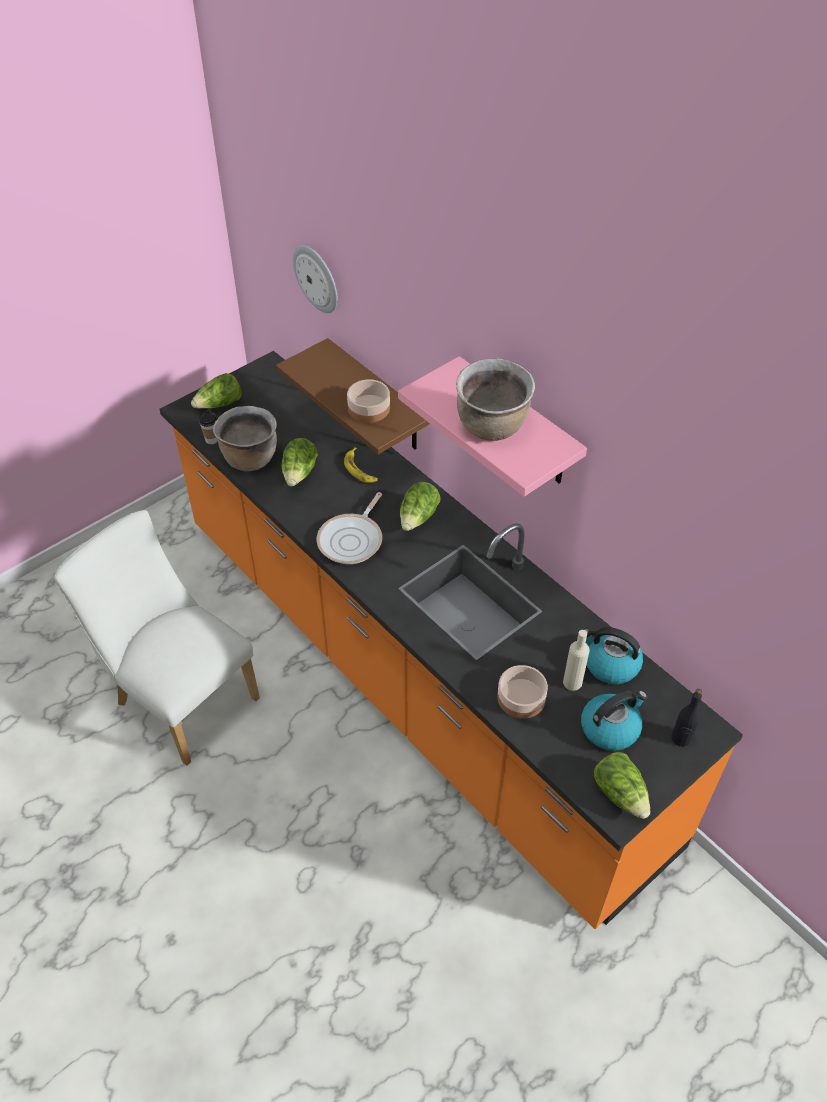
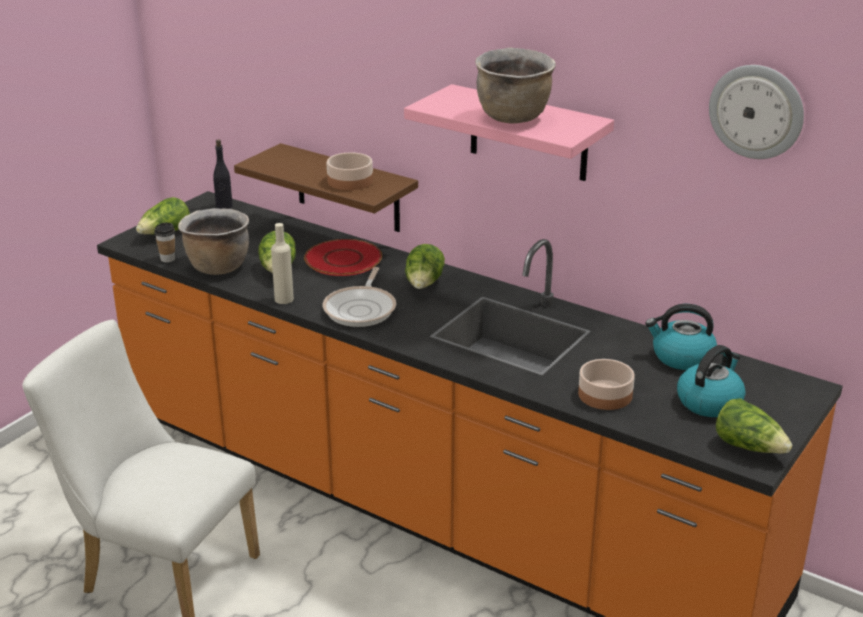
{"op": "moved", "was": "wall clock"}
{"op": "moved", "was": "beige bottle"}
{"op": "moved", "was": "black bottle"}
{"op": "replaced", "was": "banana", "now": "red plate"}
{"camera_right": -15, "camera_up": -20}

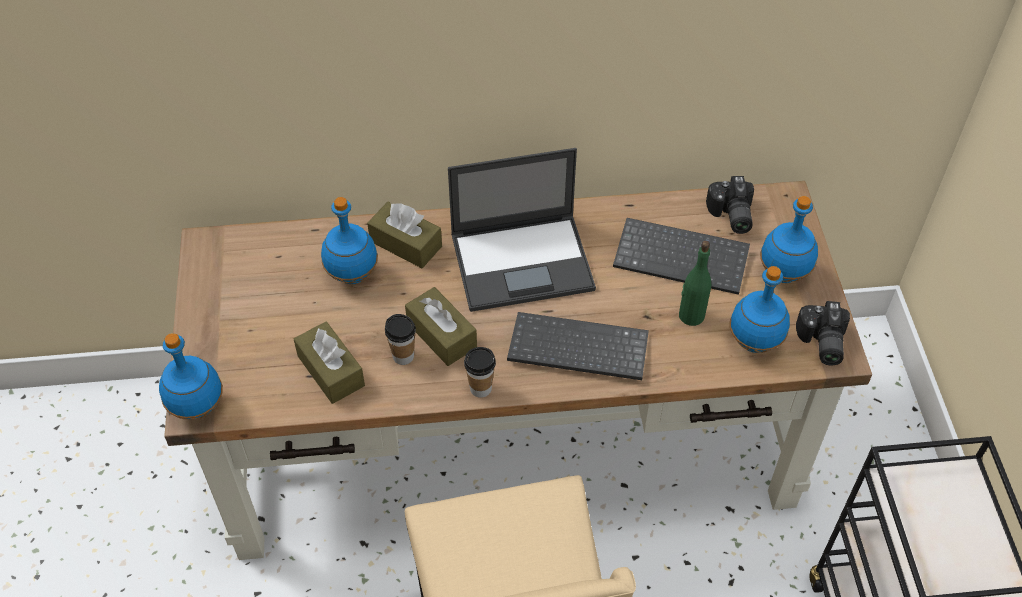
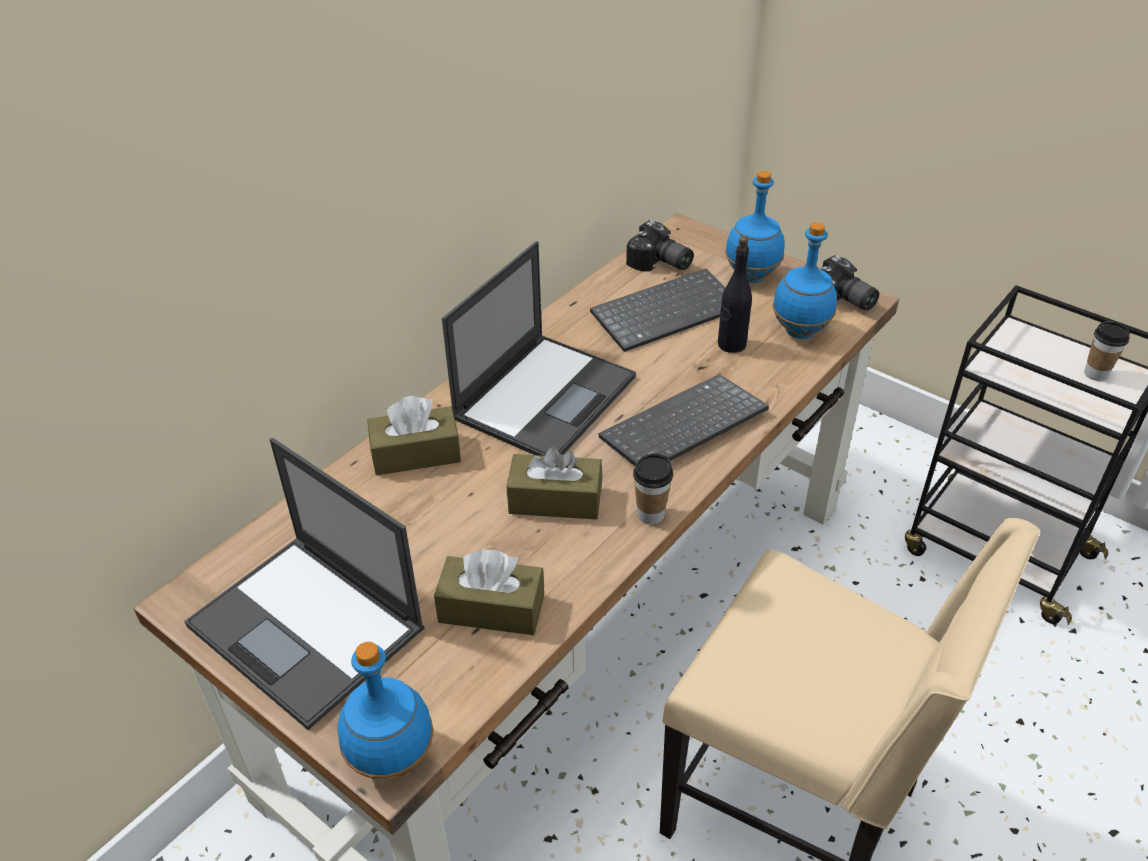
{"op": "removed", "was": "blue bottle (2nd from left)"}
{"op": "added", "now": "laptop (1st from left)"}
{"op": "moved", "was": "cup (1st from left in the first image)", "now": "cup (2nd from left)"}
{"op": "recoloured", "was": "green bottle", "now": "black bottle"}
{"camera_right": -45, "camera_up": -10}

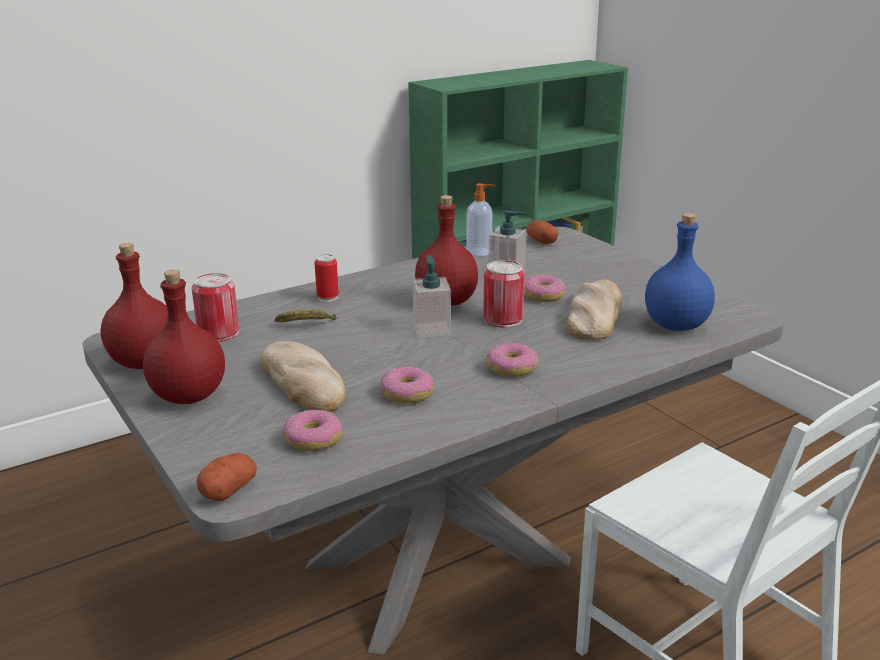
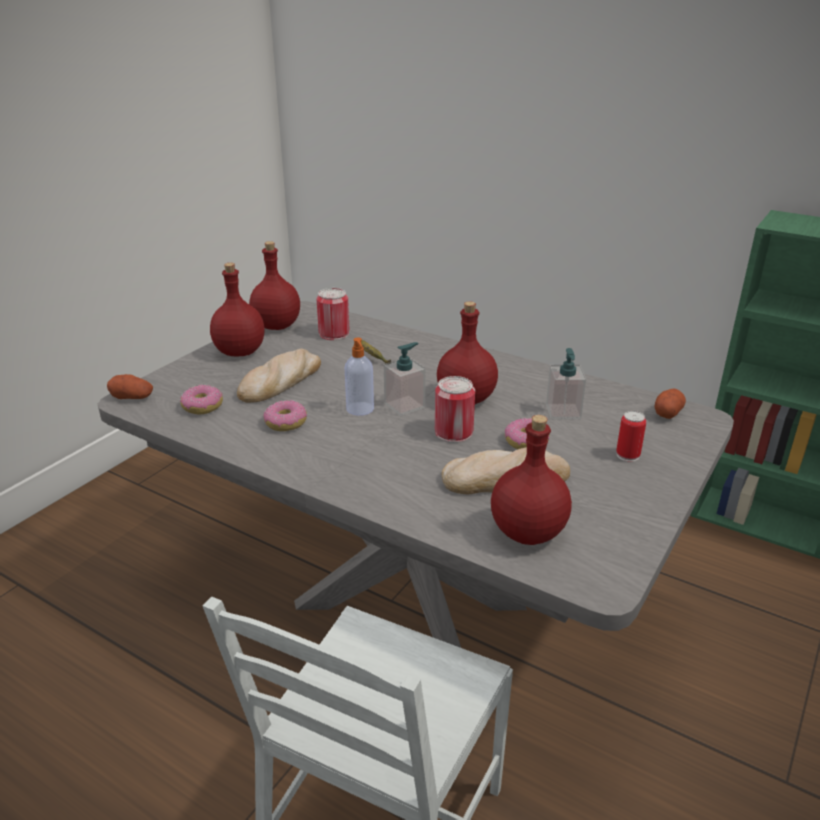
{"op": "removed", "was": "donut (3rd from left)"}
{"op": "moved", "was": "can (2nd from left in the first image)", "now": "can (3rd from left)"}
{"op": "moved", "was": "soap dispenser (2nd from left in the first image)", "now": "soap dispenser (1st from left)"}
{"op": "recoloured", "was": "blue bottle", "now": "red bottle (4th from left)"}
{"camera_right": 65, "camera_up": 5}

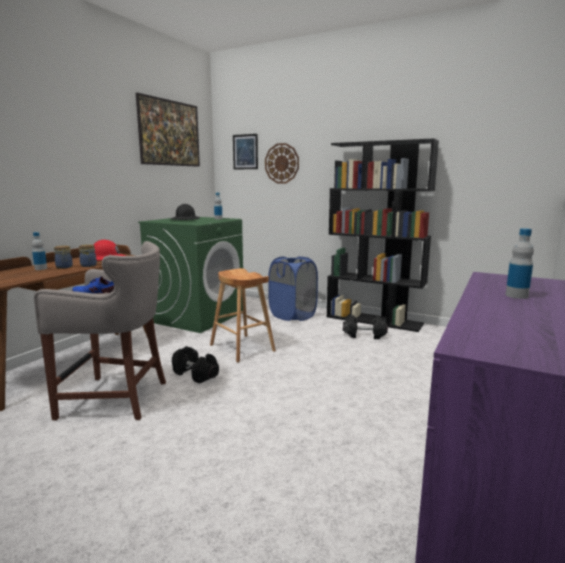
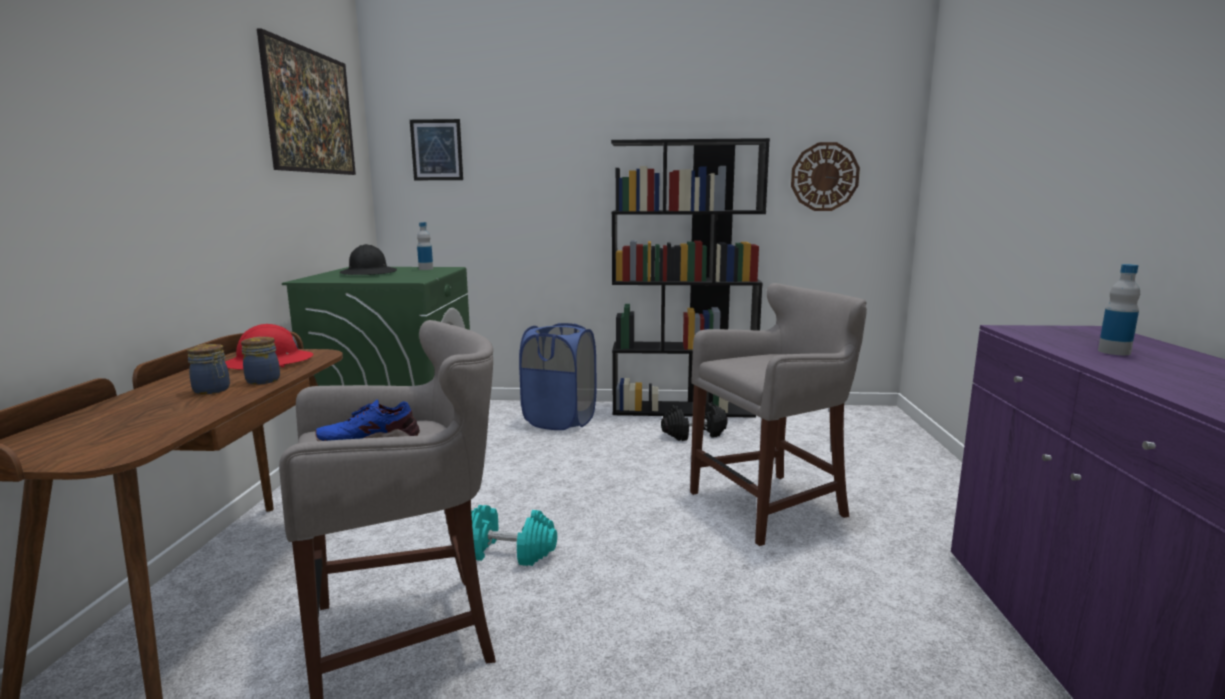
{"op": "removed", "was": "bottle (1st from left)"}
{"op": "removed", "was": "brown stool"}
{"op": "added", "now": "grey stool (2nd from left)"}
{"op": "moved", "was": "wall clock"}
{"op": "recoloured", "was": "black dumbbell (1st from left)", "now": "turquoise dumbbell"}
{"camera_right": -25, "camera_up": 0}

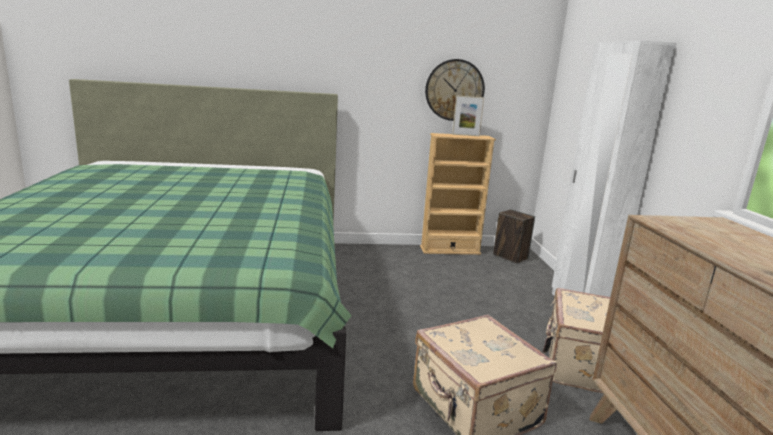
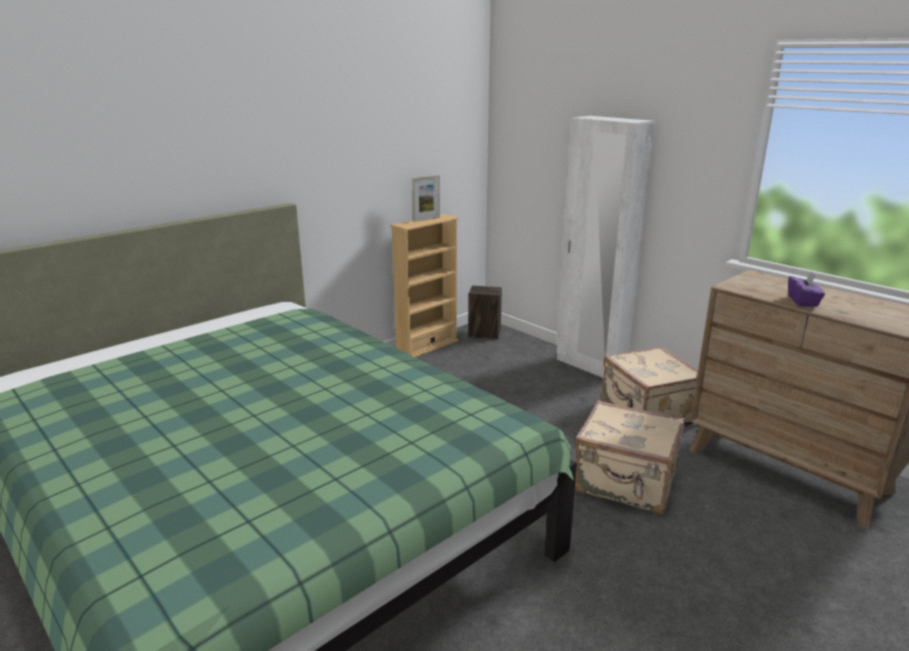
{"op": "removed", "was": "wall clock"}
{"op": "added", "now": "purple tissue box"}
{"camera_right": -35, "camera_up": 5}

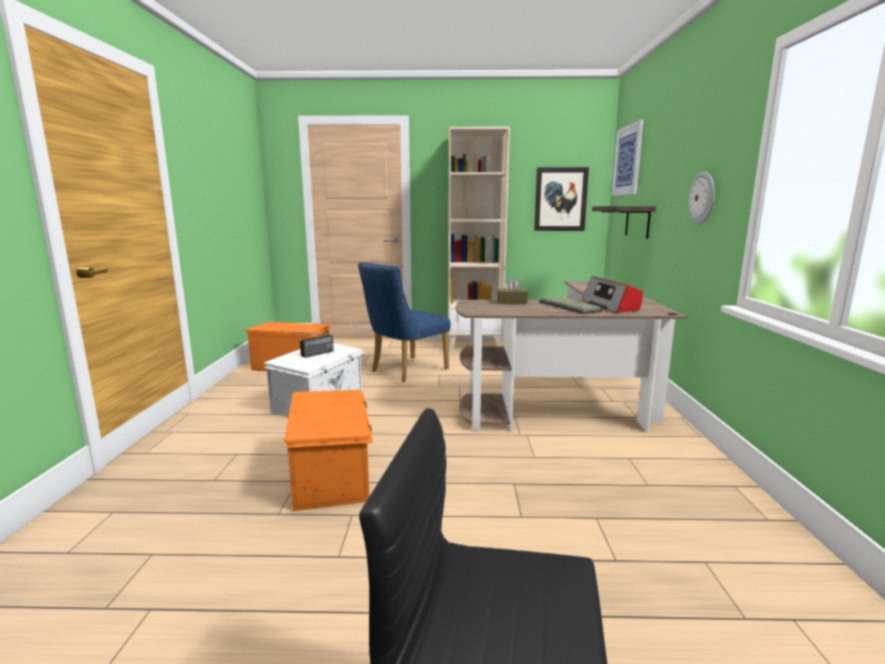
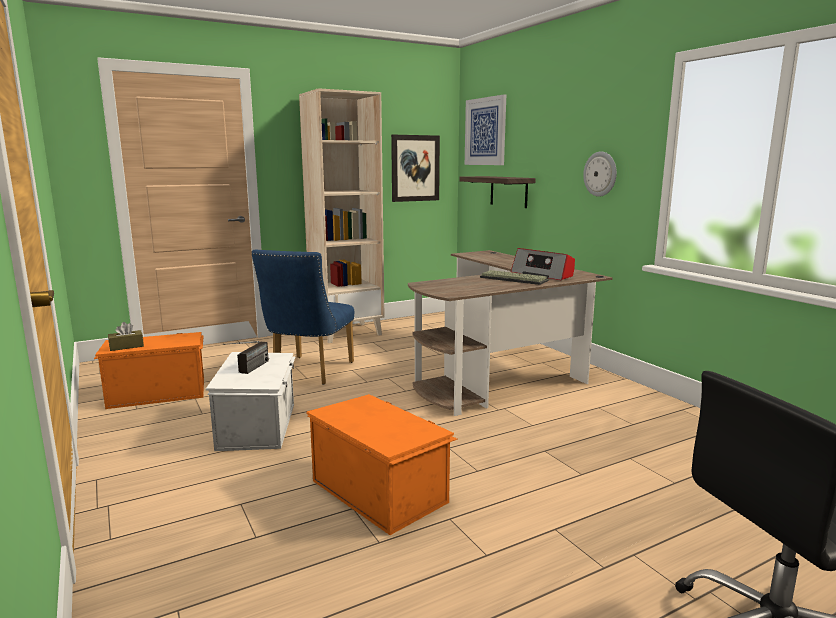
{"op": "moved", "was": "brown tissue box"}
{"camera_right": -30, "camera_up": 0}

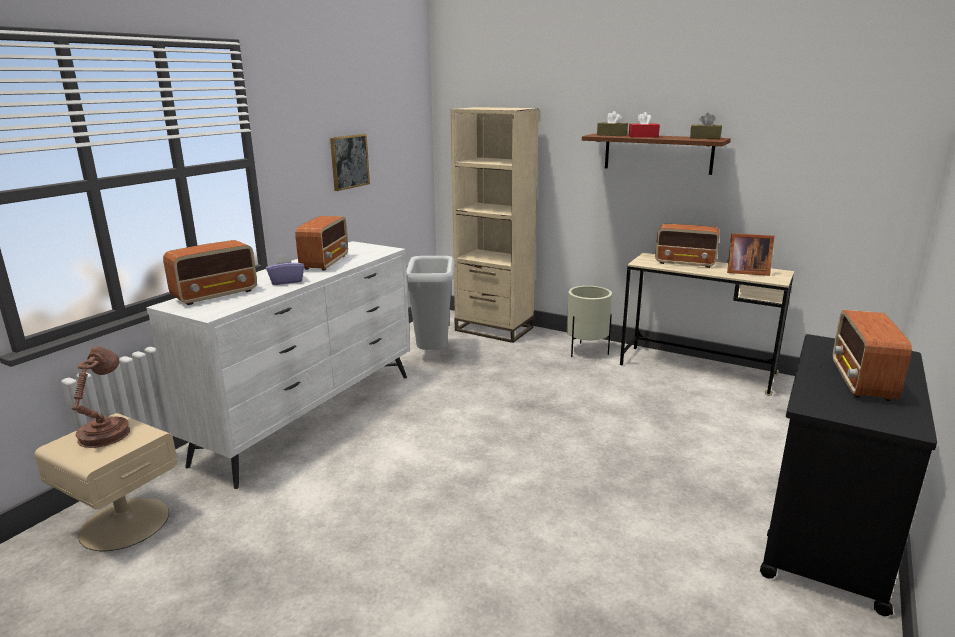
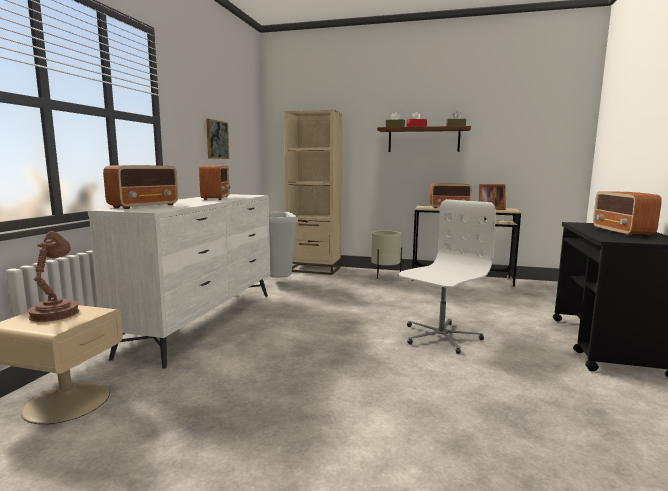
{"op": "removed", "was": "purple tissue box"}
{"op": "added", "now": "white office chair"}
{"camera_right": -15, "camera_up": -10}

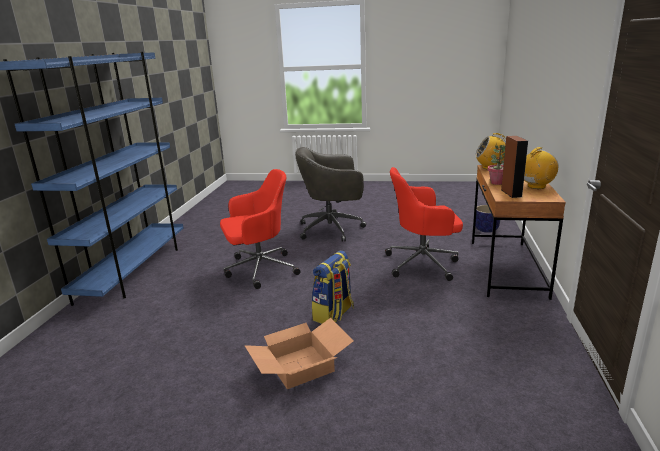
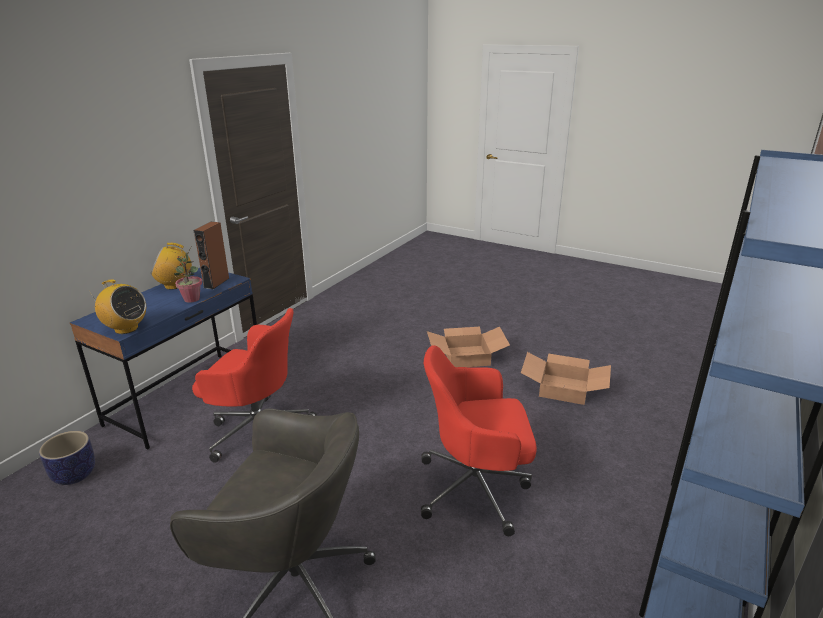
{"op": "removed", "was": "backpack"}
{"op": "added", "now": "cardboard box (2nd from left)"}
{"op": "recoloured", "was": "brown desk", "now": "blue desk"}
{"camera_right": -160, "camera_up": 5}

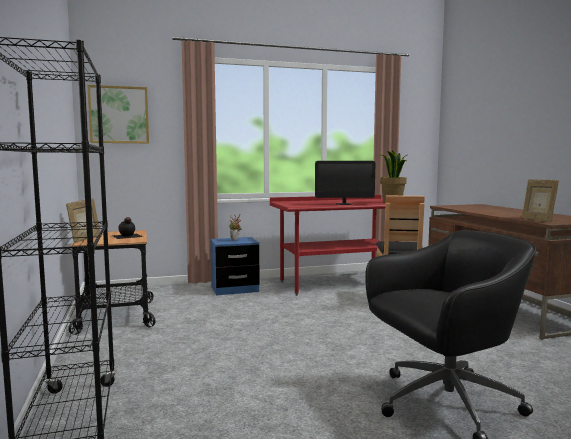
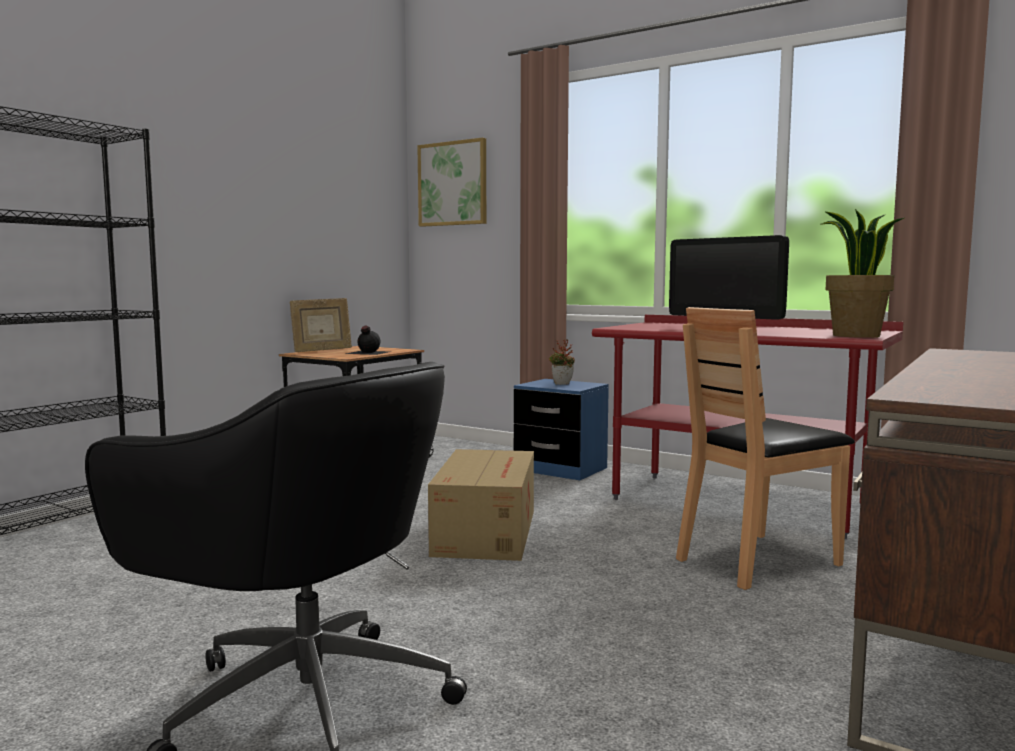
{"op": "removed", "was": "picture frame (2nd from left)"}
{"op": "added", "now": "cardboard box"}
{"camera_right": 50, "camera_up": 0}

